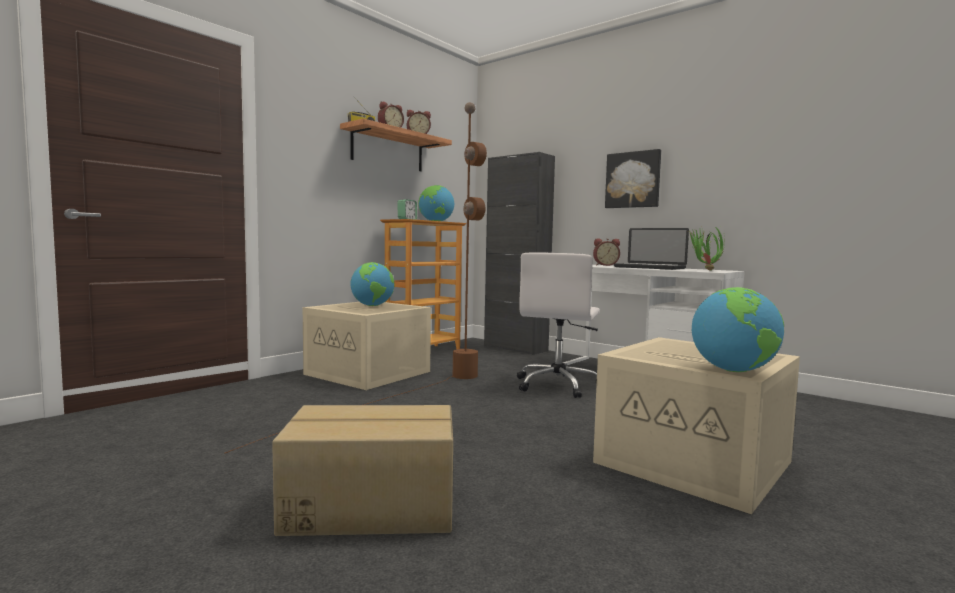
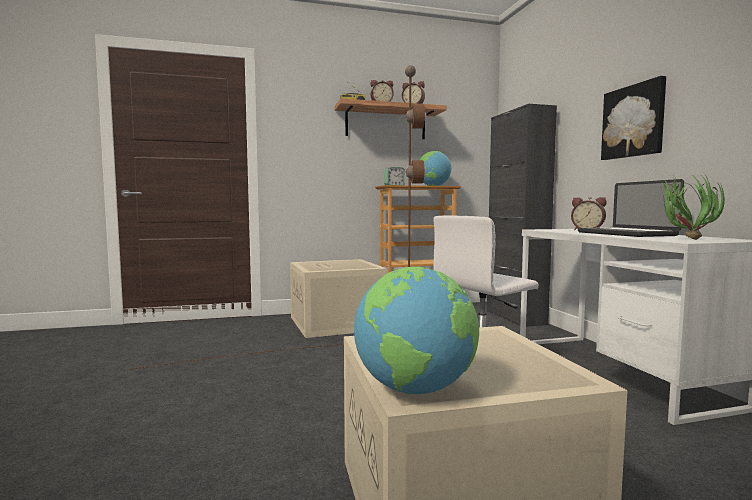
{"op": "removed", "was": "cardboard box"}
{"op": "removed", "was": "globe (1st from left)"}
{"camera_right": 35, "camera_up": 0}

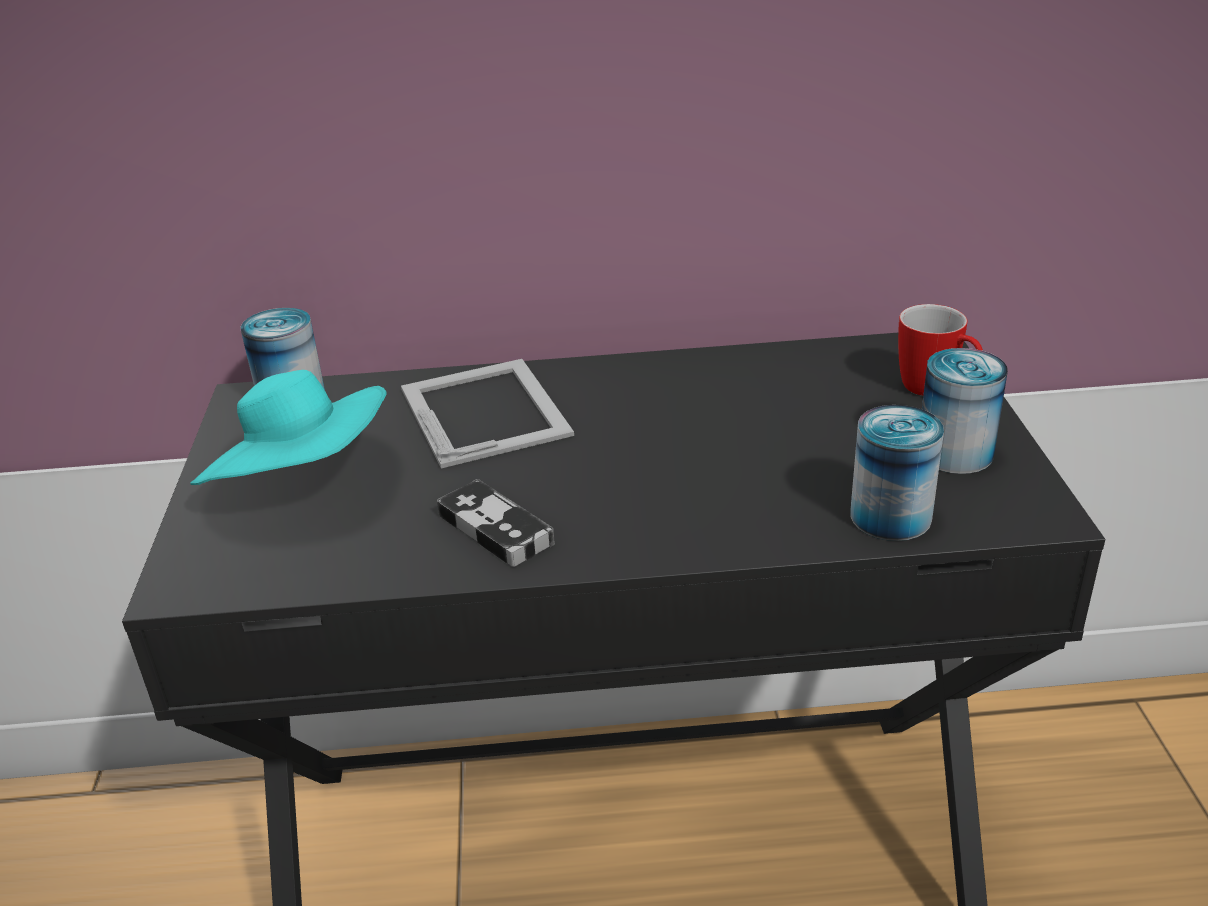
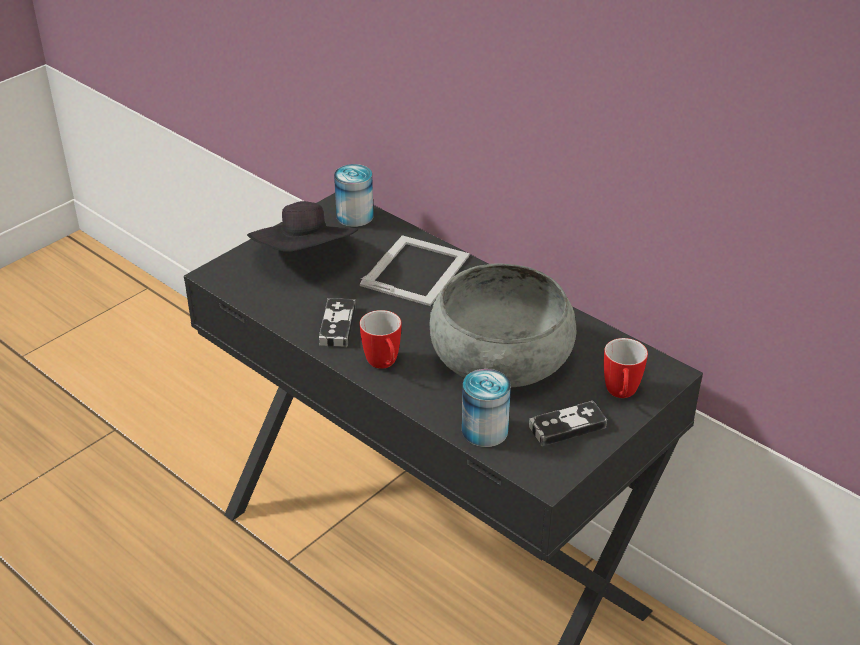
{"op": "added", "now": "mug (1st from left)"}
{"op": "added", "now": "grey bowl"}
{"op": "replaced", "was": "can (3rd from left)", "now": "game controller (2nd from left)"}
{"op": "recoloured", "was": "turquoise hat", "now": "black hat"}
{"camera_right": 45, "camera_up": 5}

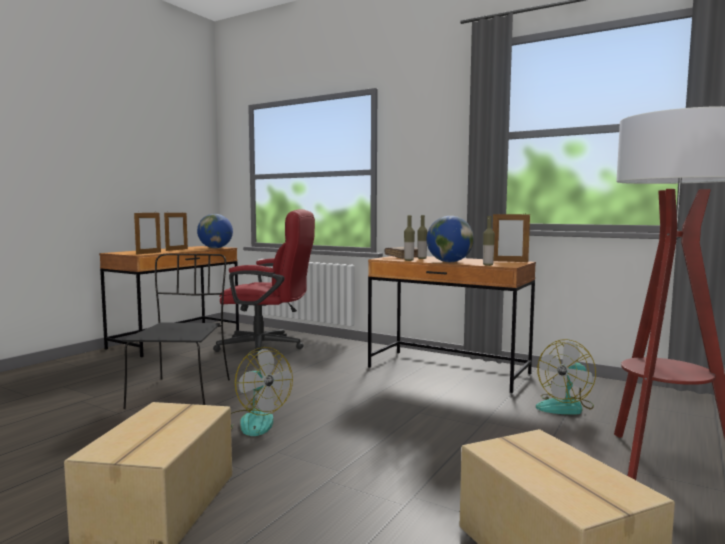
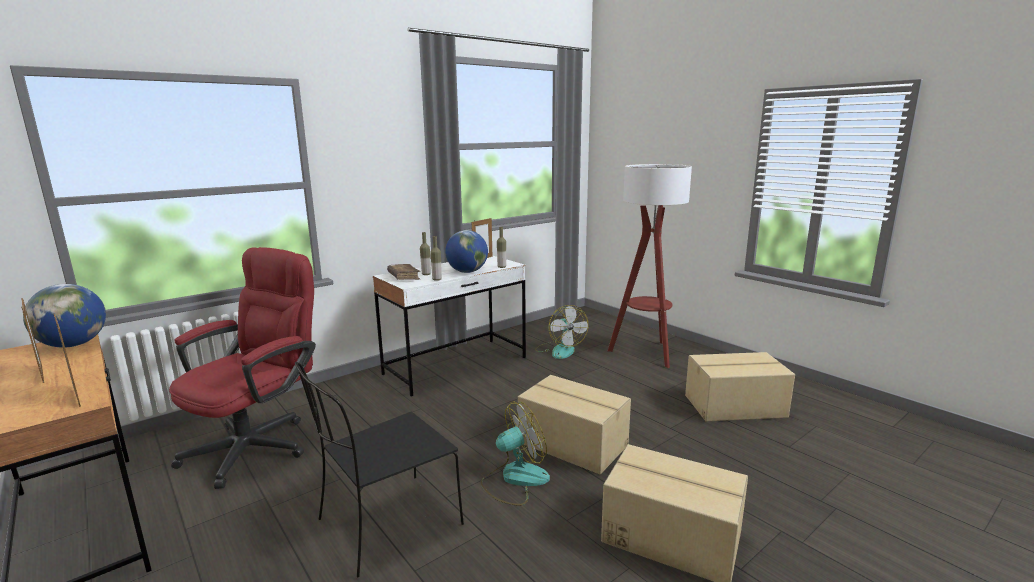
{"op": "added", "now": "cardboard box (1st from left)"}
{"op": "recoloured", "was": "brown desk (2nd from left)", "now": "white desk"}
{"op": "turned", "was": "black chair", "clockwise": -60}
{"camera_right": -70, "camera_up": 10}

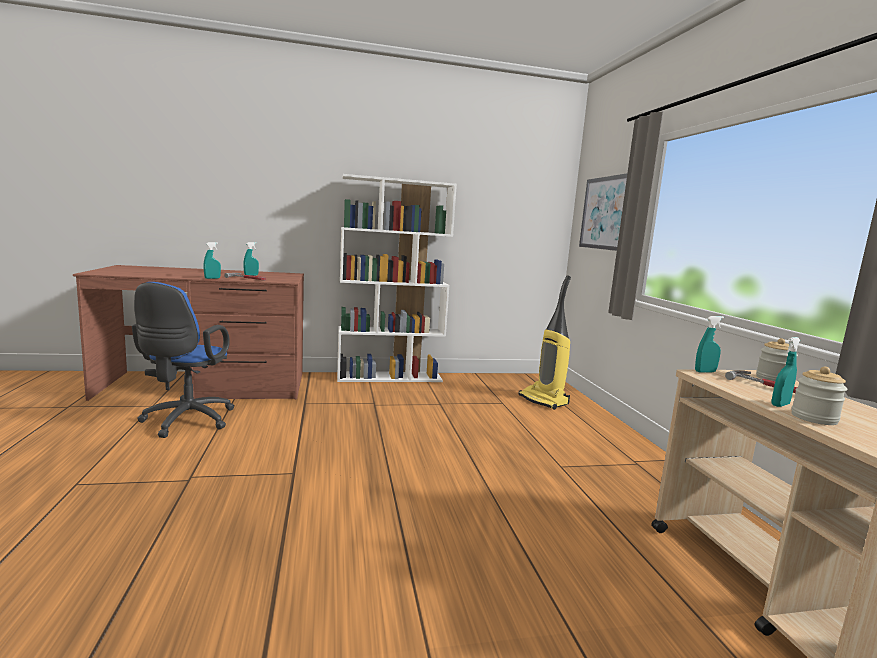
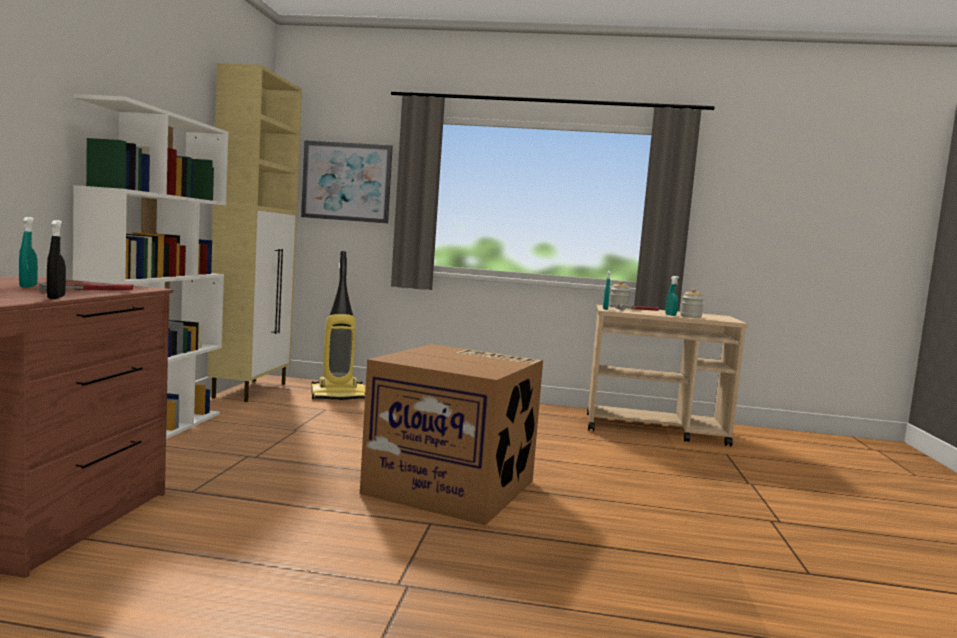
{"op": "removed", "was": "blue office chair"}
{"op": "added", "now": "beige cabinet"}
{"op": "added", "now": "cardboard box"}
{"op": "recoloured", "was": "turquoise spray bottle (1st from left)", "now": "black spray bottle"}
{"camera_right": -70, "camera_up": -5}

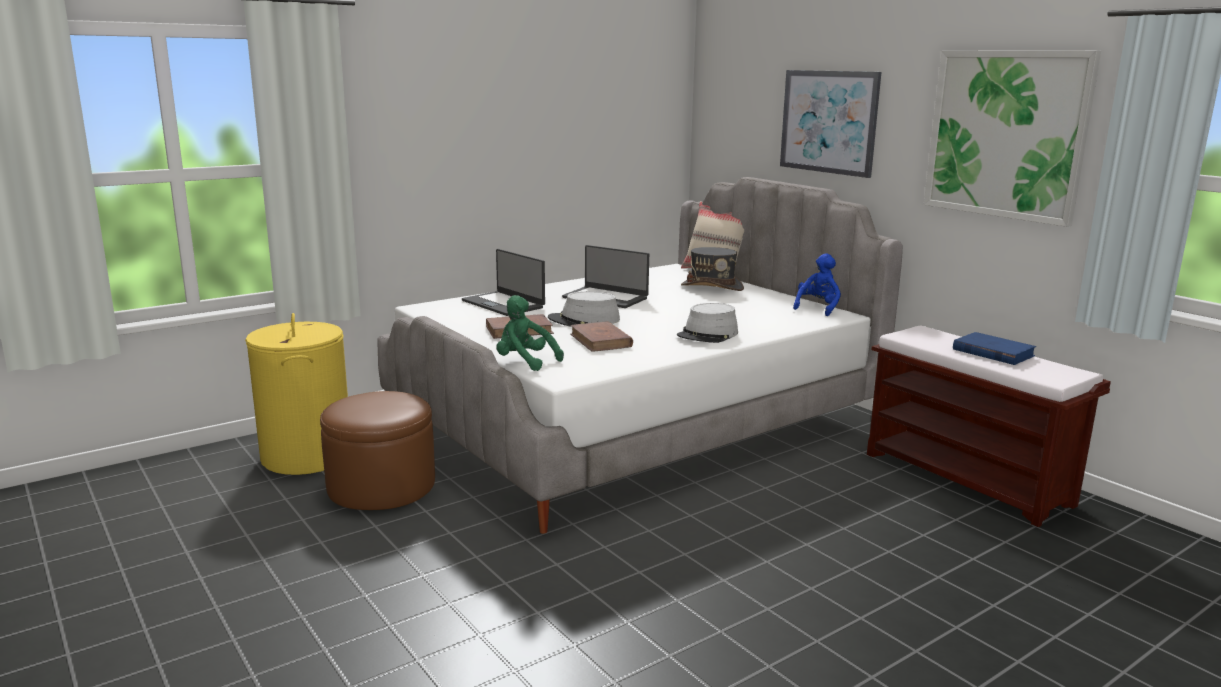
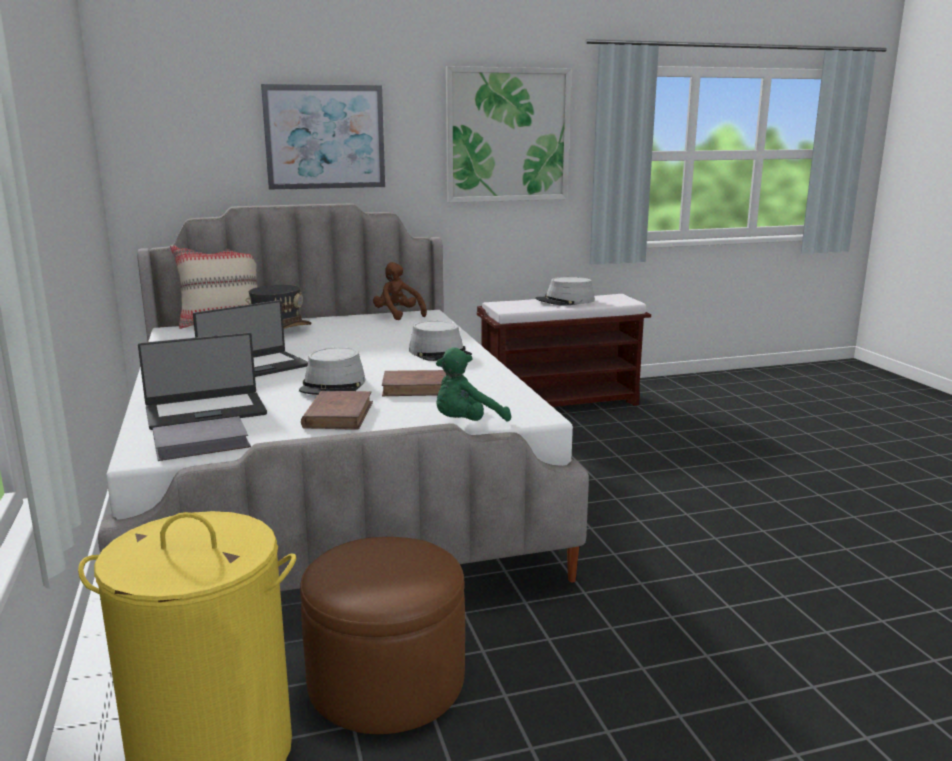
{"op": "added", "now": "grey book"}
{"op": "replaced", "was": "blue book", "now": "grey hat (4th from left)"}
{"op": "recoloured", "was": "blue plush toy", "now": "brown plush toy"}
{"camera_right": -70, "camera_up": 0}

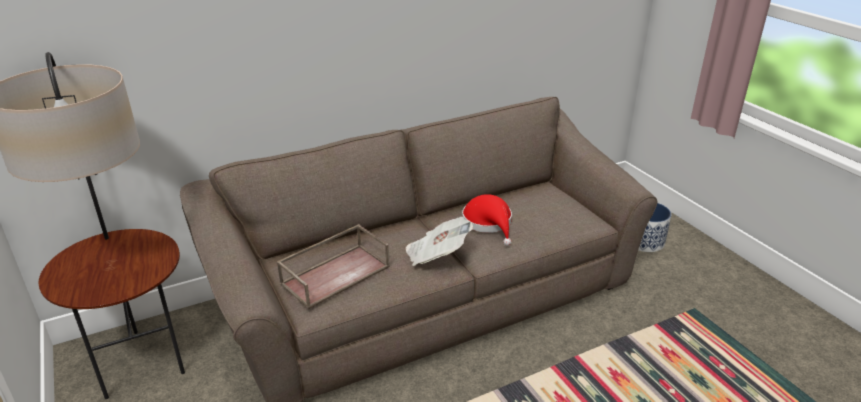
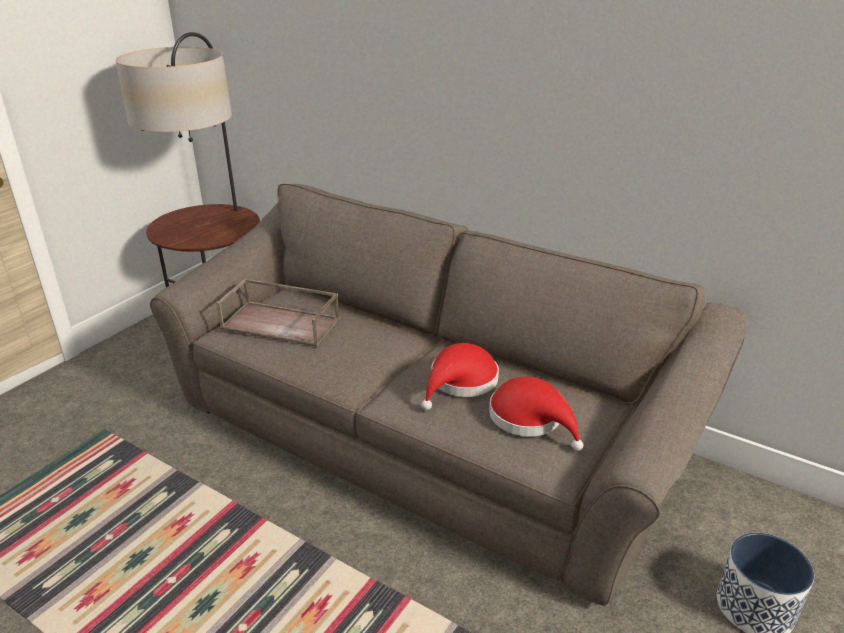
{"op": "removed", "was": "newspaper"}
{"op": "added", "now": "red hat (2nd from left)"}
{"camera_right": 60, "camera_up": 0}

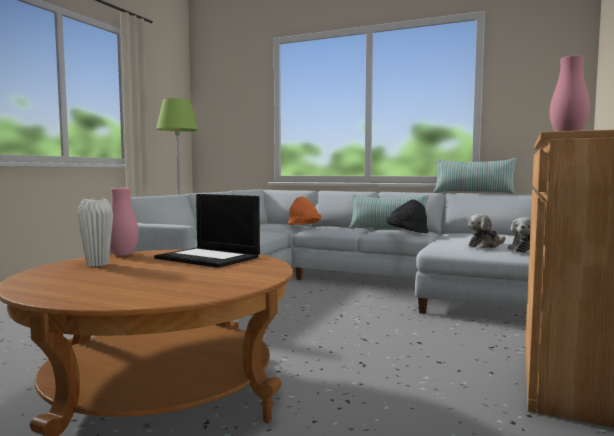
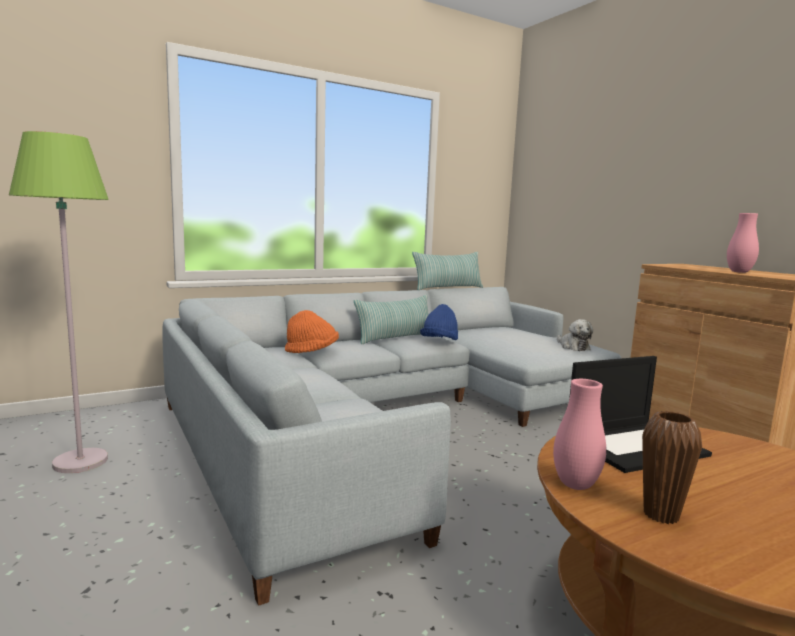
{"op": "removed", "was": "plush toy (1st from left)"}
{"op": "recoloured", "was": "white vase", "now": "brown vase"}
{"op": "recoloured", "was": "black hat", "now": "blue hat"}
{"camera_right": -55, "camera_up": 5}

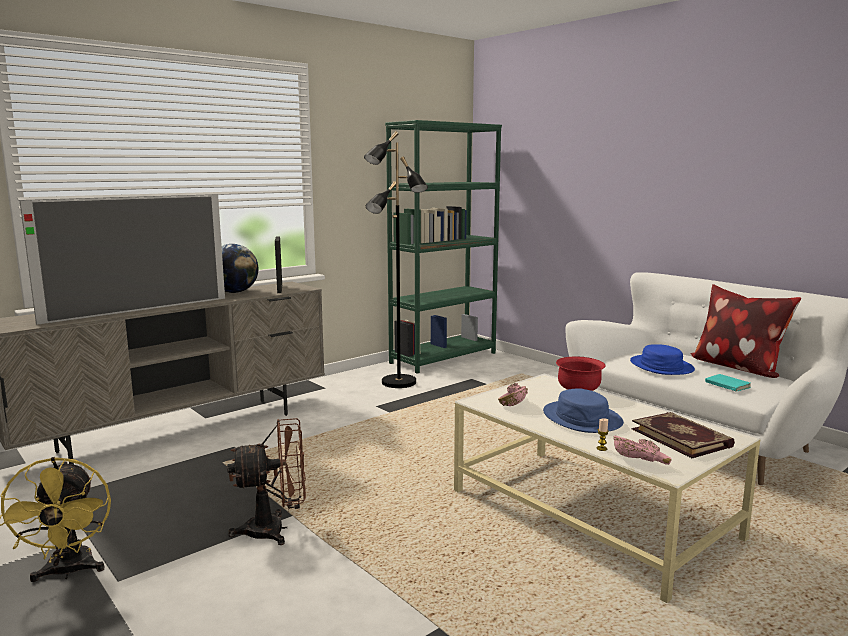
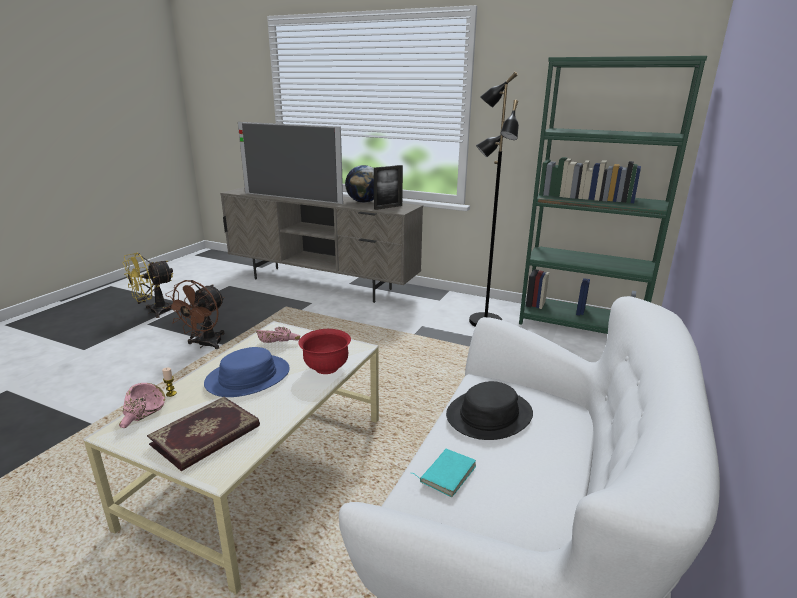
{"op": "removed", "was": "pillow"}
{"op": "recoloured", "was": "blue hat (2nd from left)", "now": "black hat"}
{"op": "turned", "was": "brown fan", "clockwise": 60}
{"camera_right": 65, "camera_up": 10}

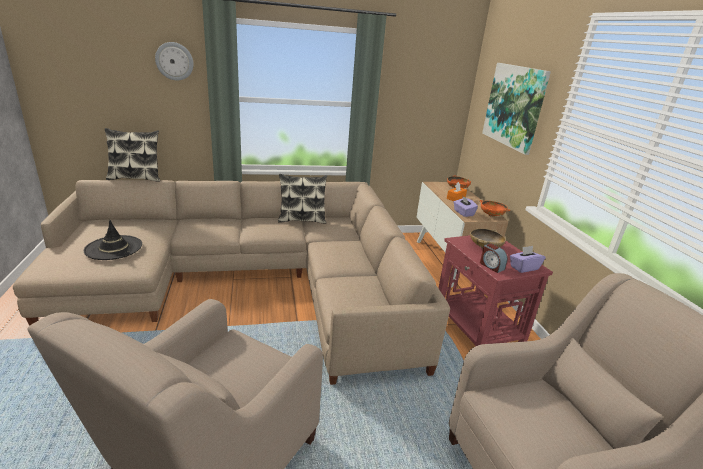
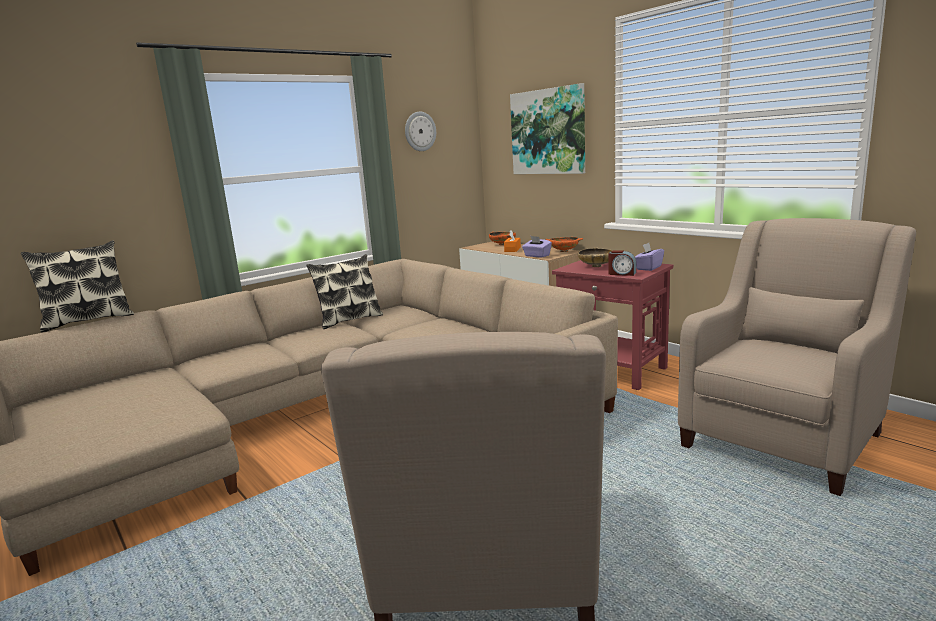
{"op": "removed", "was": "black hat"}
{"op": "moved", "was": "wall clock"}
{"camera_right": -25, "camera_up": -10}

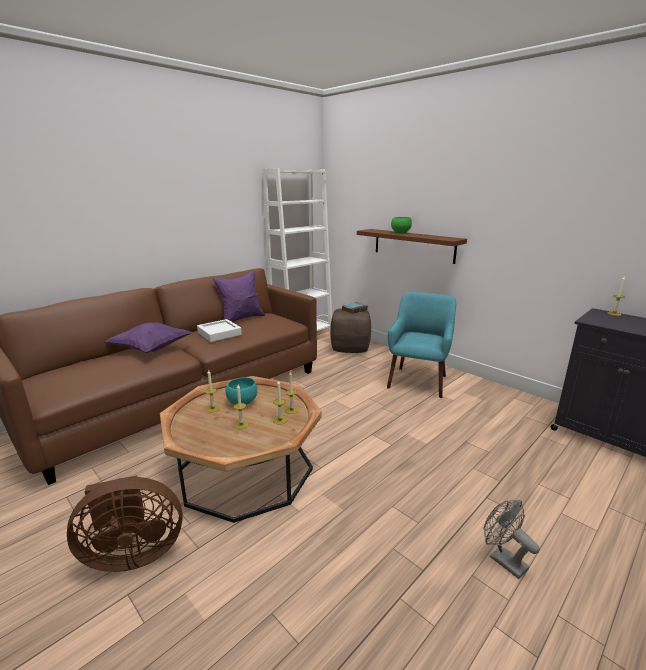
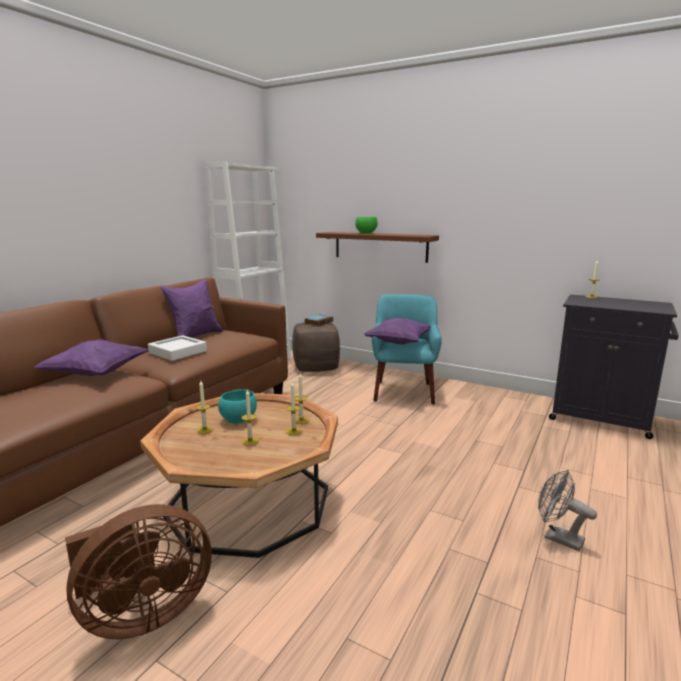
{"op": "added", "now": "purple pillow (3rd from left)"}
{"camera_right": -15, "camera_up": -5}

